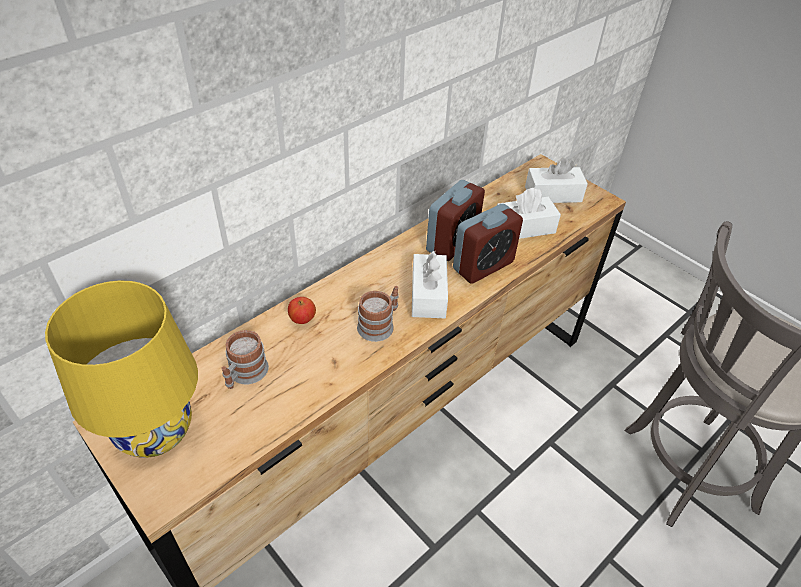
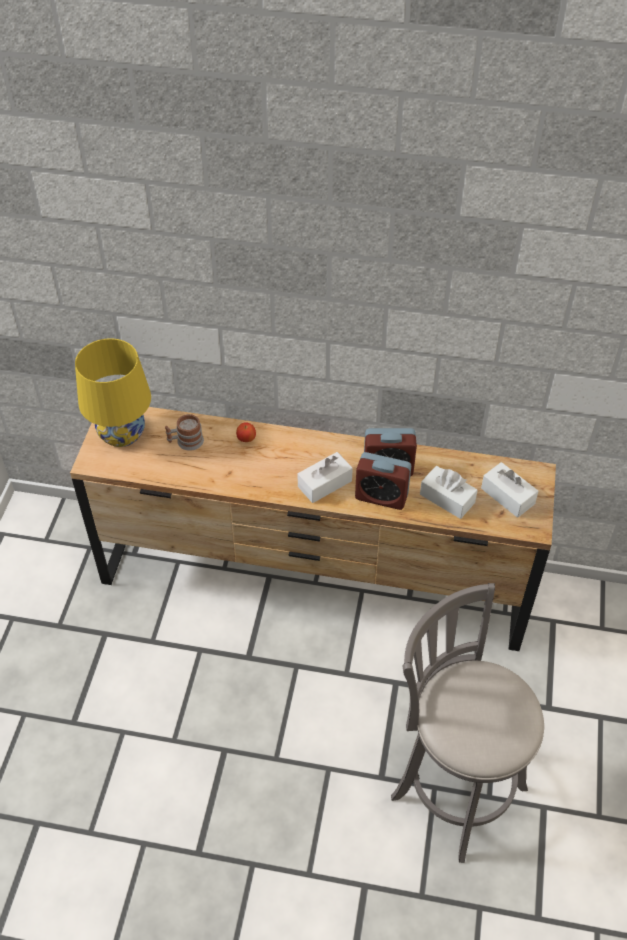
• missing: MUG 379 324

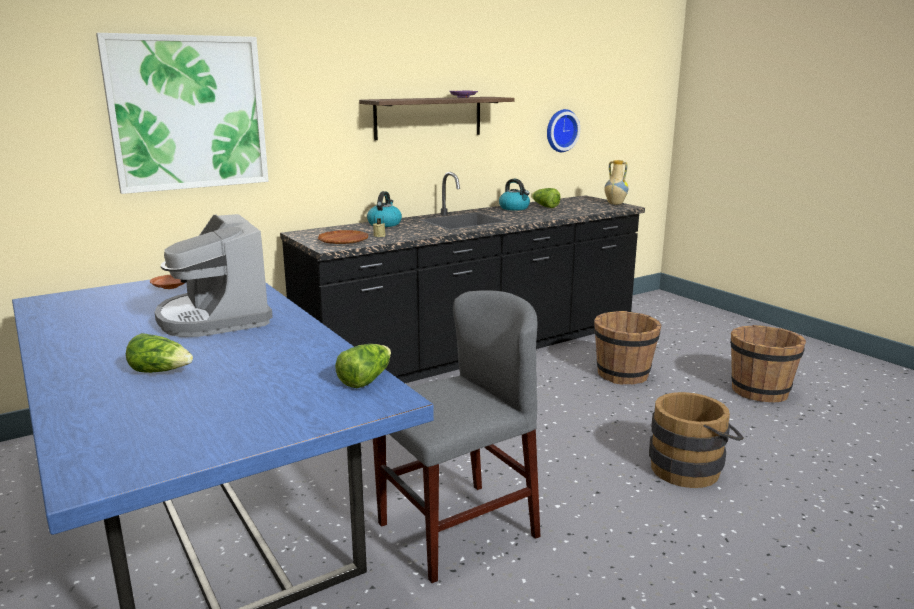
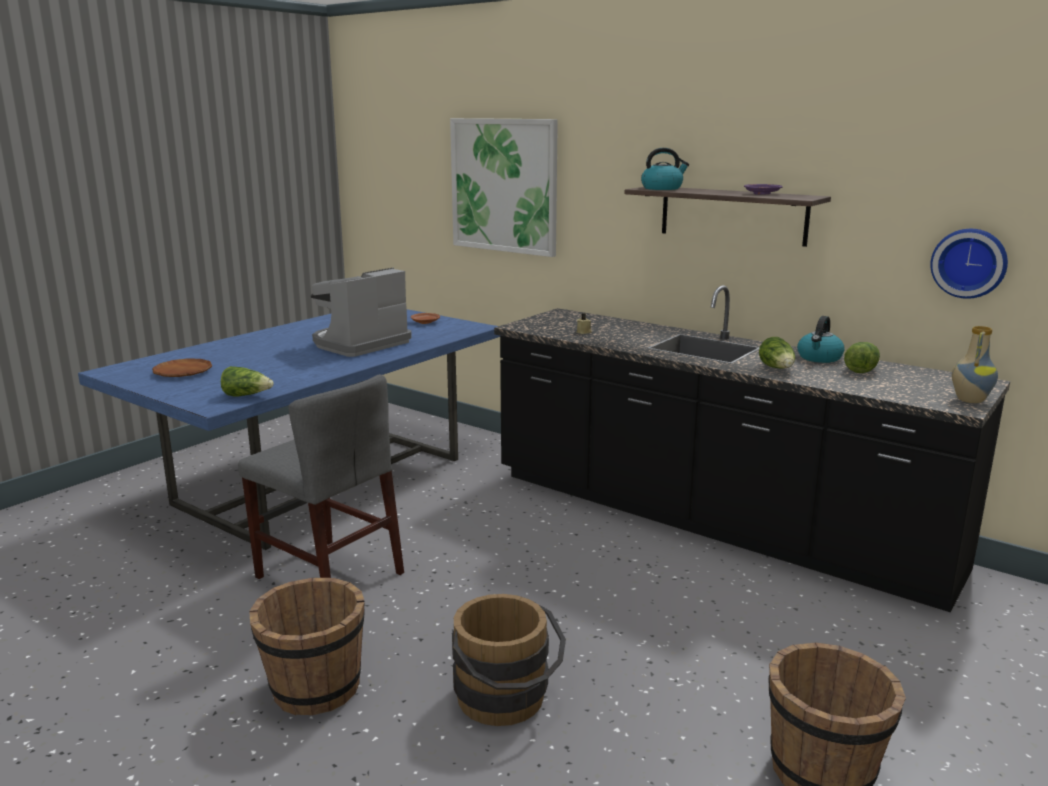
• relocated: LETTUCE 161 371 to 777 369
• relocated: BROWN PLATE 343 241 to 183 372
• relocated: KETTLE 384 224 to 662 188
• relocated: BROWN BUCKET 623 375 to 315 689

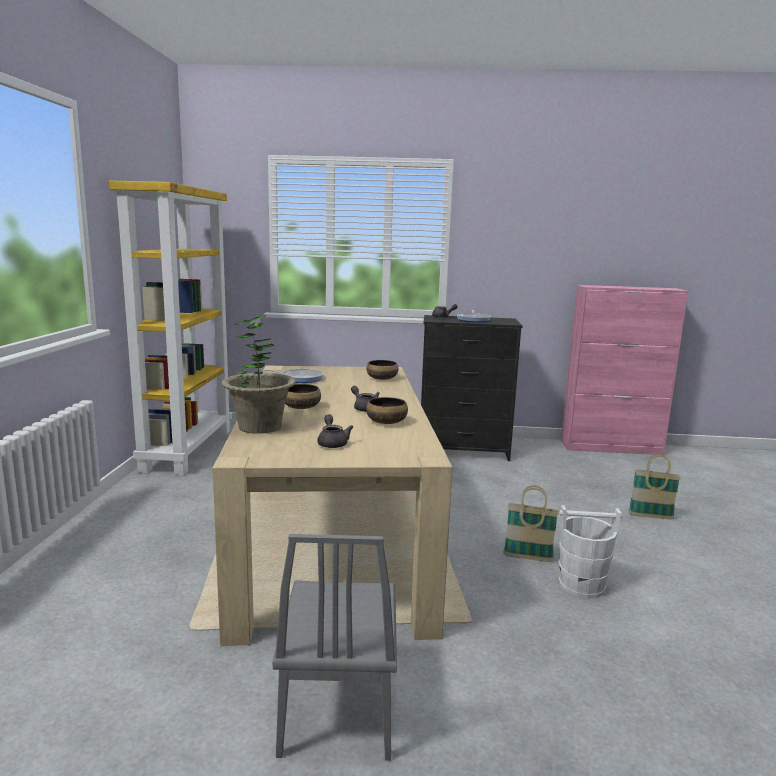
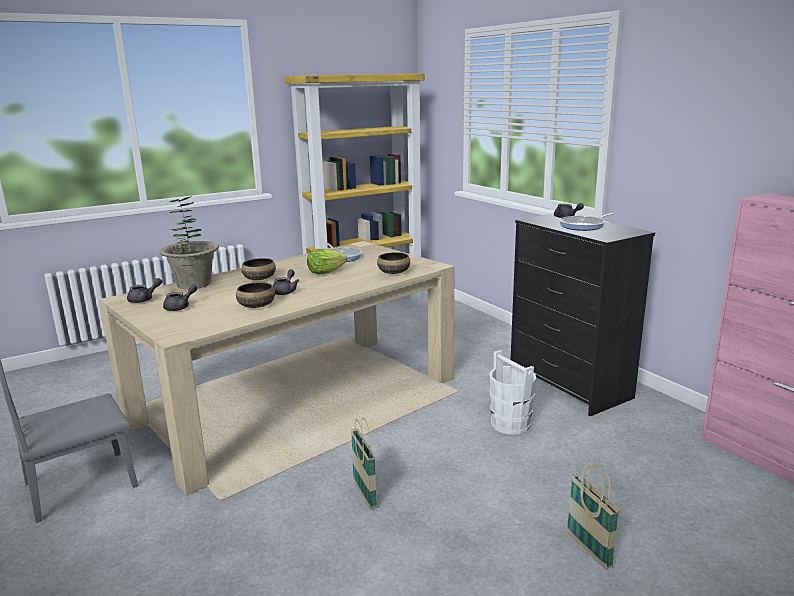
• relocated: WHITE BUCKET 581 585 to 510 424
• appeared: GREY TEAPOT 144 299
• appeared: LETTUCE 325 272

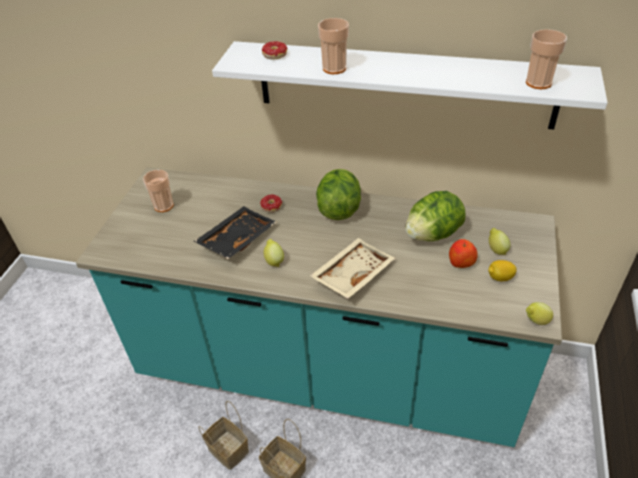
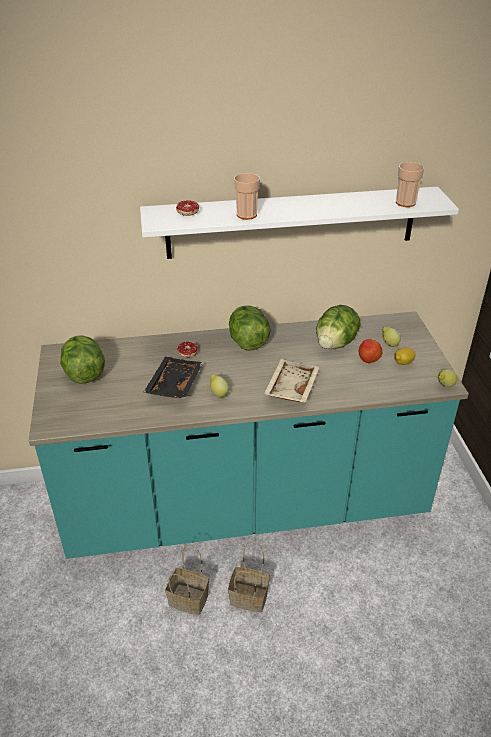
• exchanged: CUP 163 206 to LETTUCE 84 374

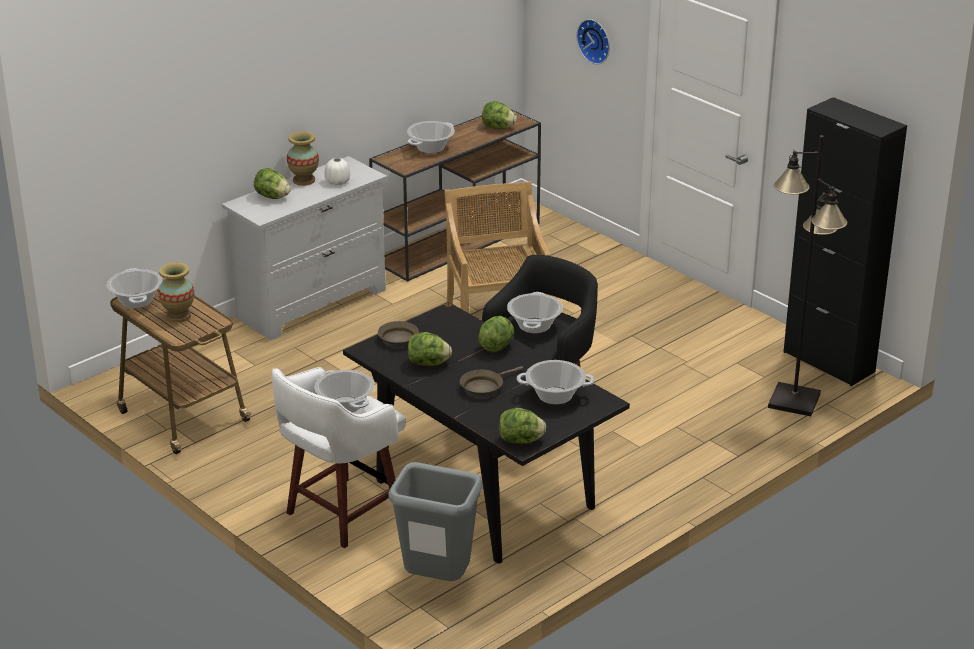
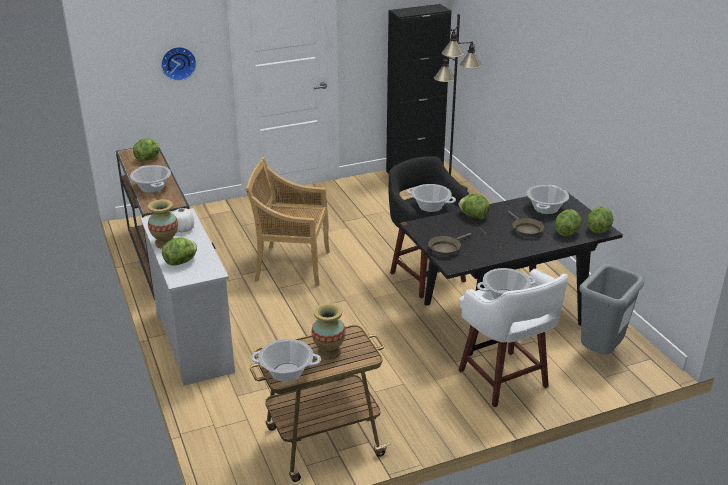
• relocated: LETTUCE 428 363 to 566 232

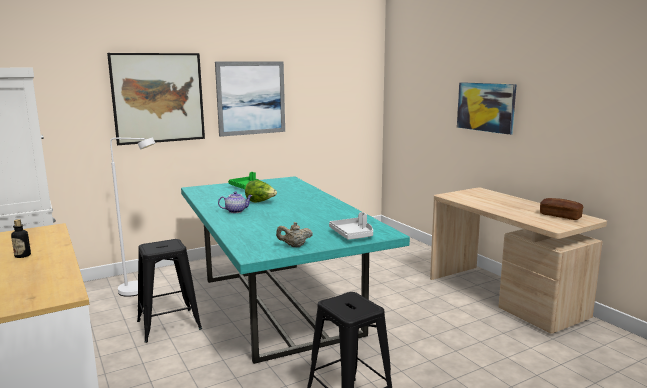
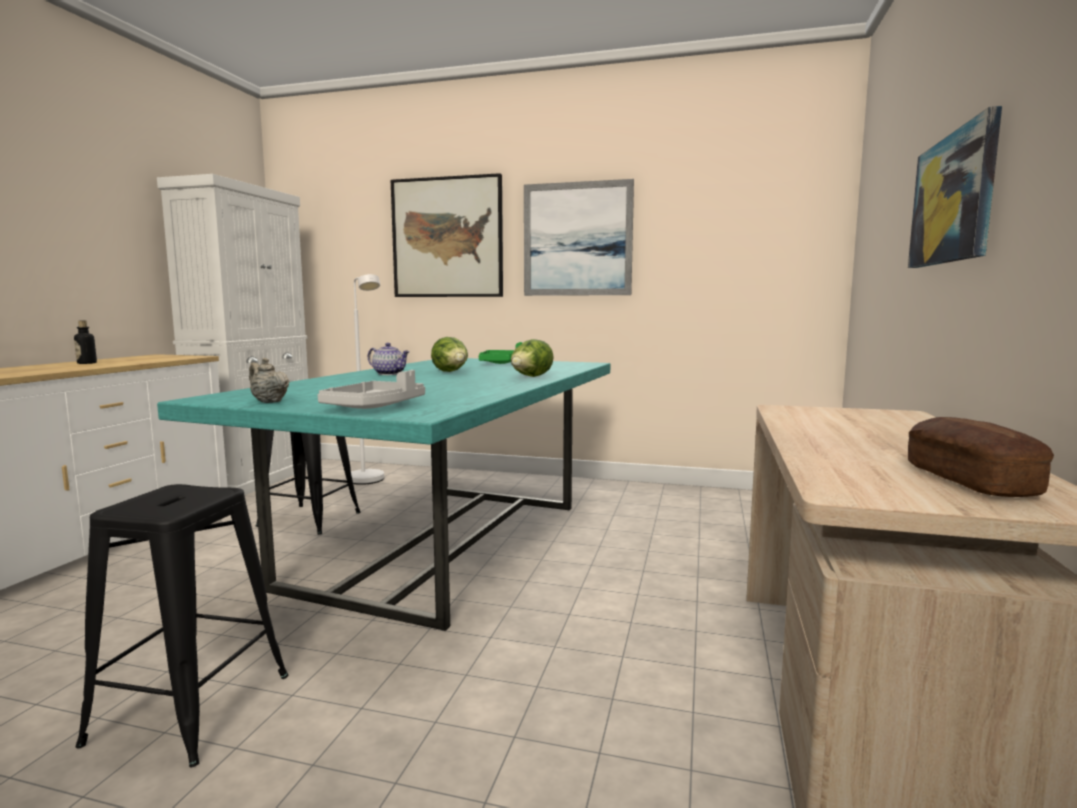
• appeared: LETTUCE 530 377

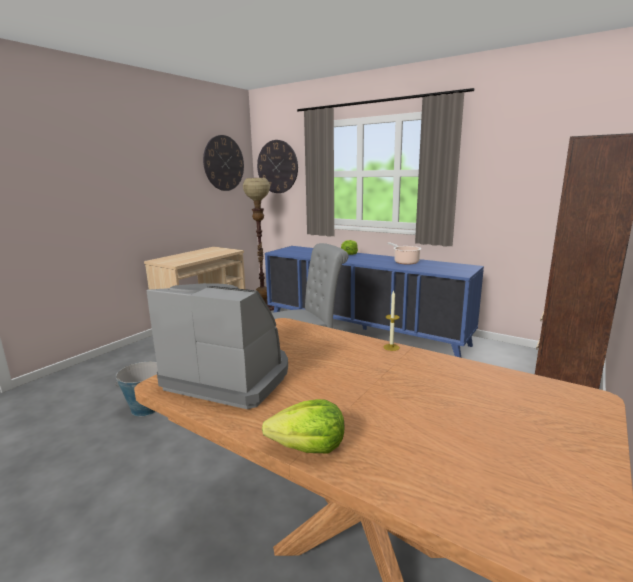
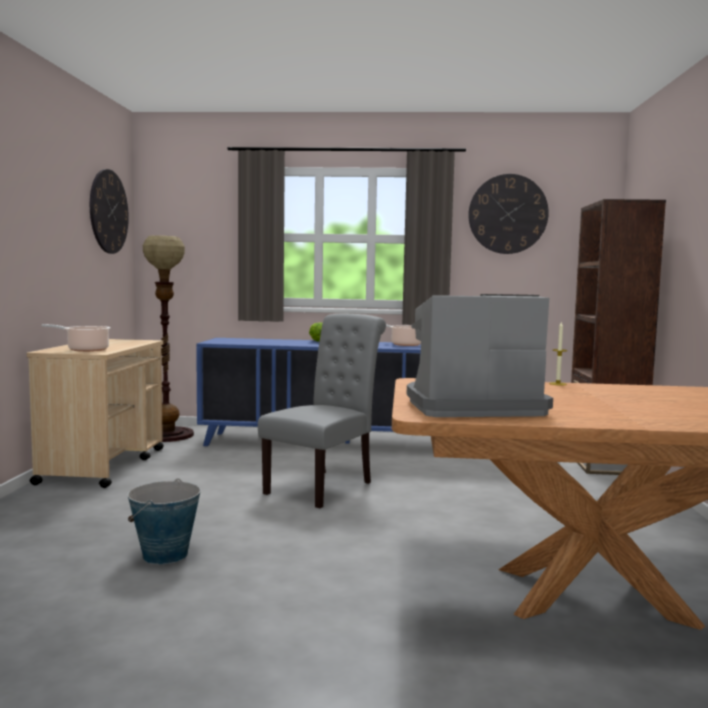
• relocated: WALL CLOCK 277 167 to 508 214
• missing: LETTUCE 308 447
• appeared: COOKING POT 85 350

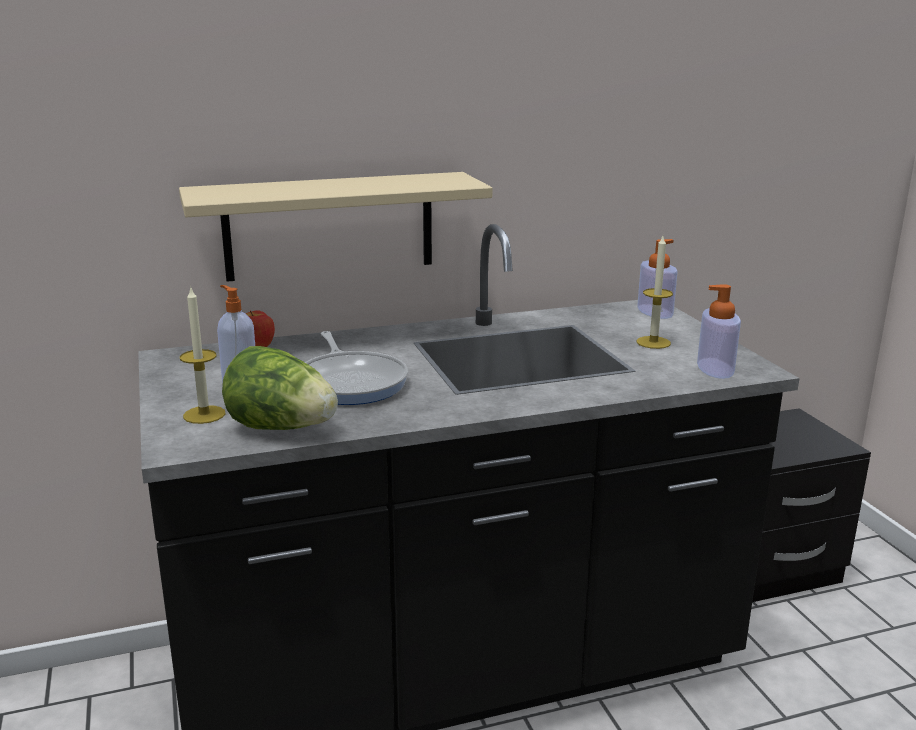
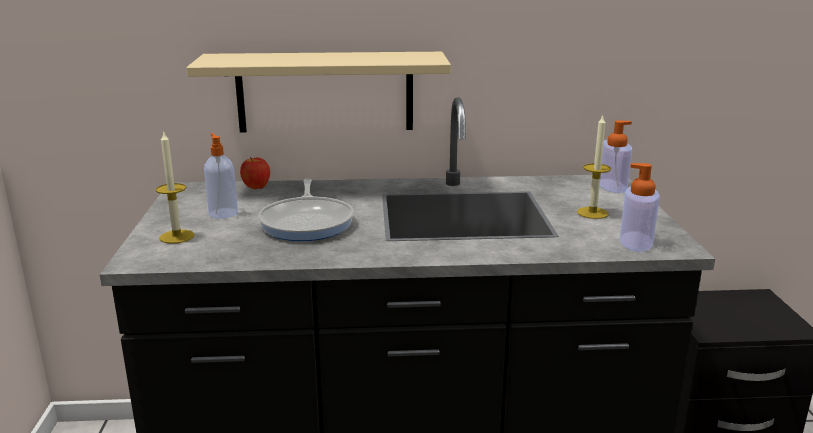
• missing: LETTUCE 282 428

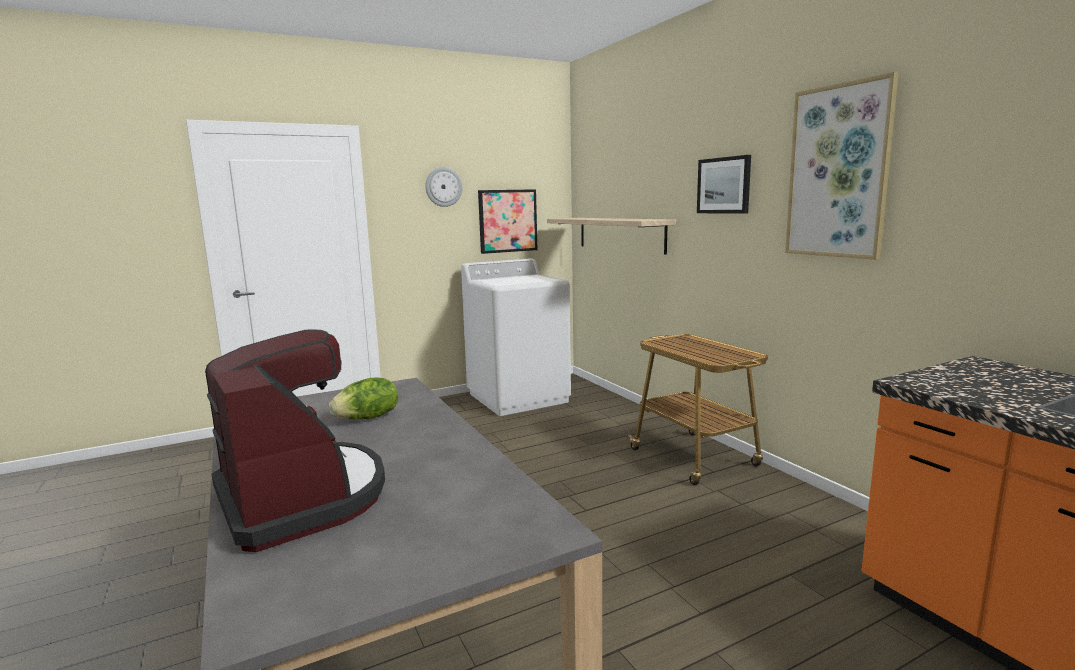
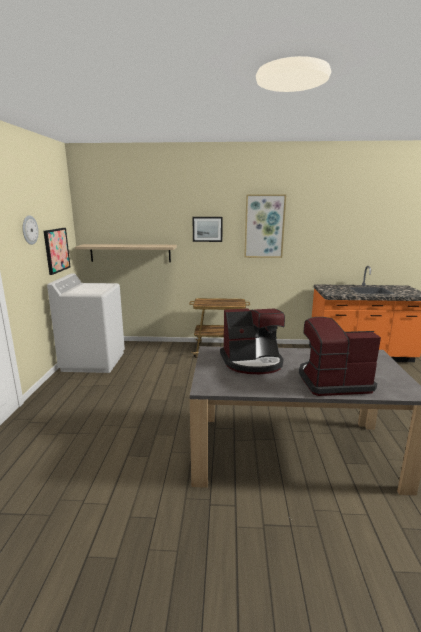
• exchanged: LETTUCE 368 418 to COFFEE MACHINE 252 362

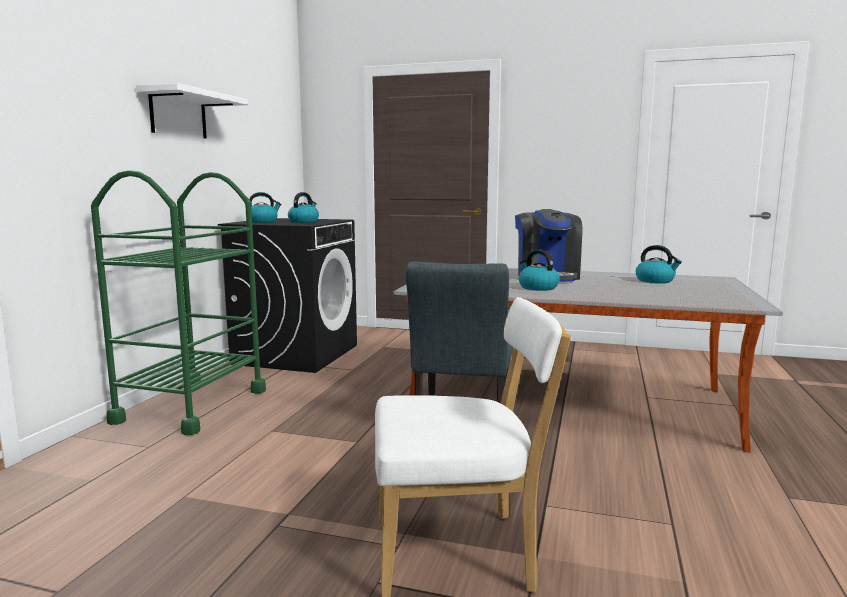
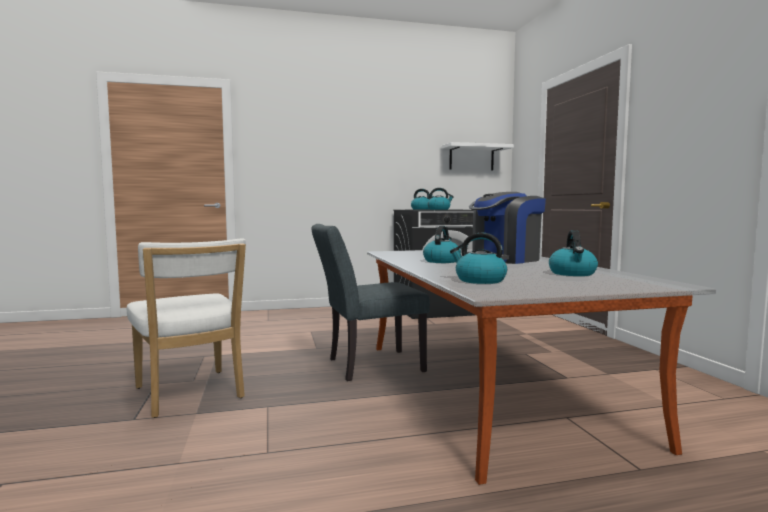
• missing: GREEN CART 192 406
• relocated: WHITE SHELF 178 114 to 471 158
• appeared: KETTLE 479 280

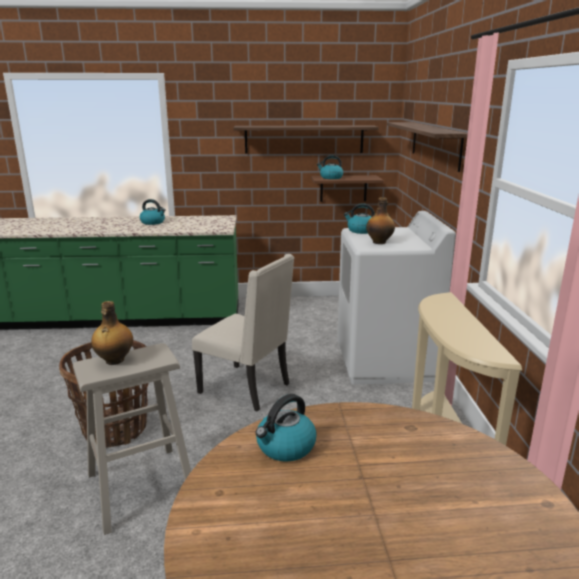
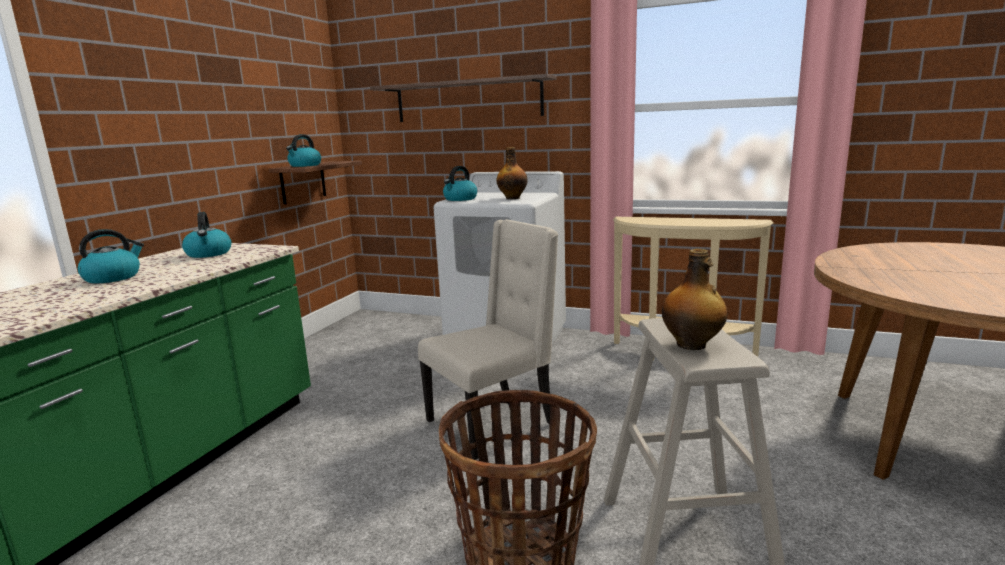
• missing: SHELF 304 139
• relocated: KETTLE 285 447 to 209 254

